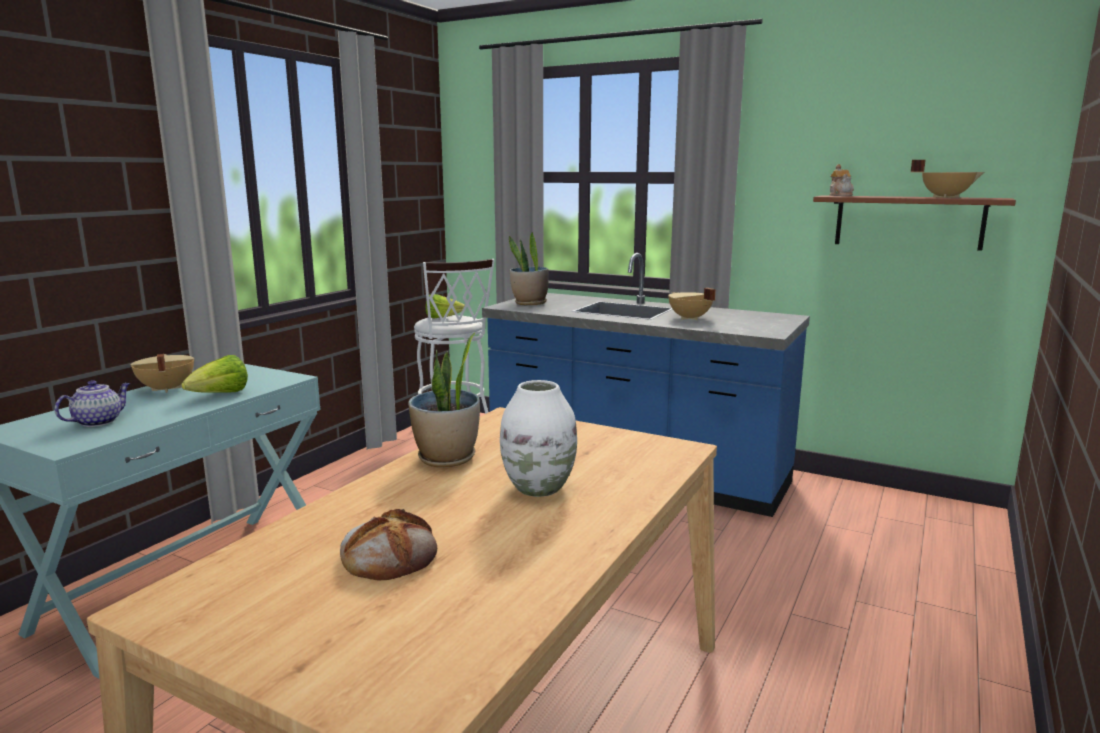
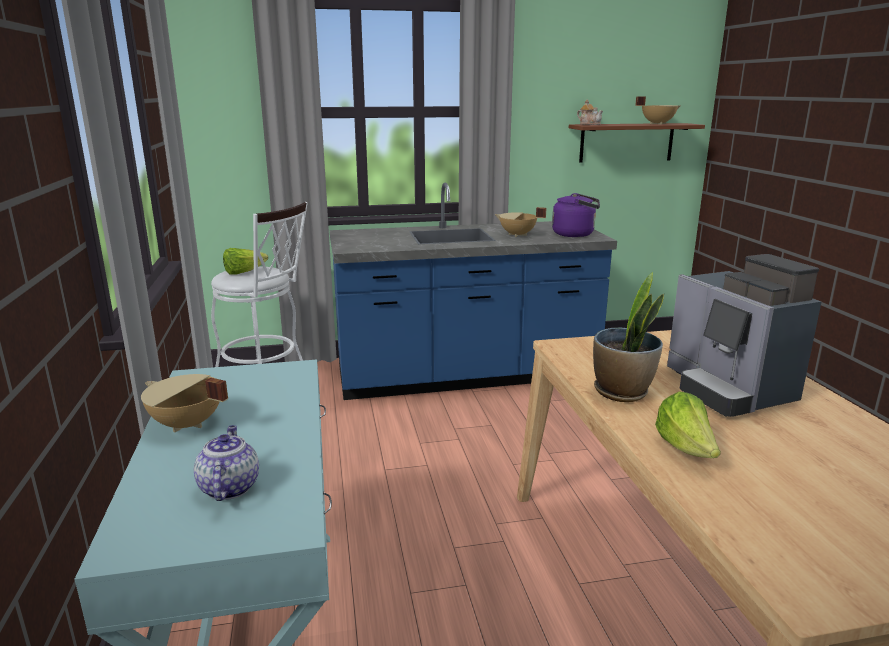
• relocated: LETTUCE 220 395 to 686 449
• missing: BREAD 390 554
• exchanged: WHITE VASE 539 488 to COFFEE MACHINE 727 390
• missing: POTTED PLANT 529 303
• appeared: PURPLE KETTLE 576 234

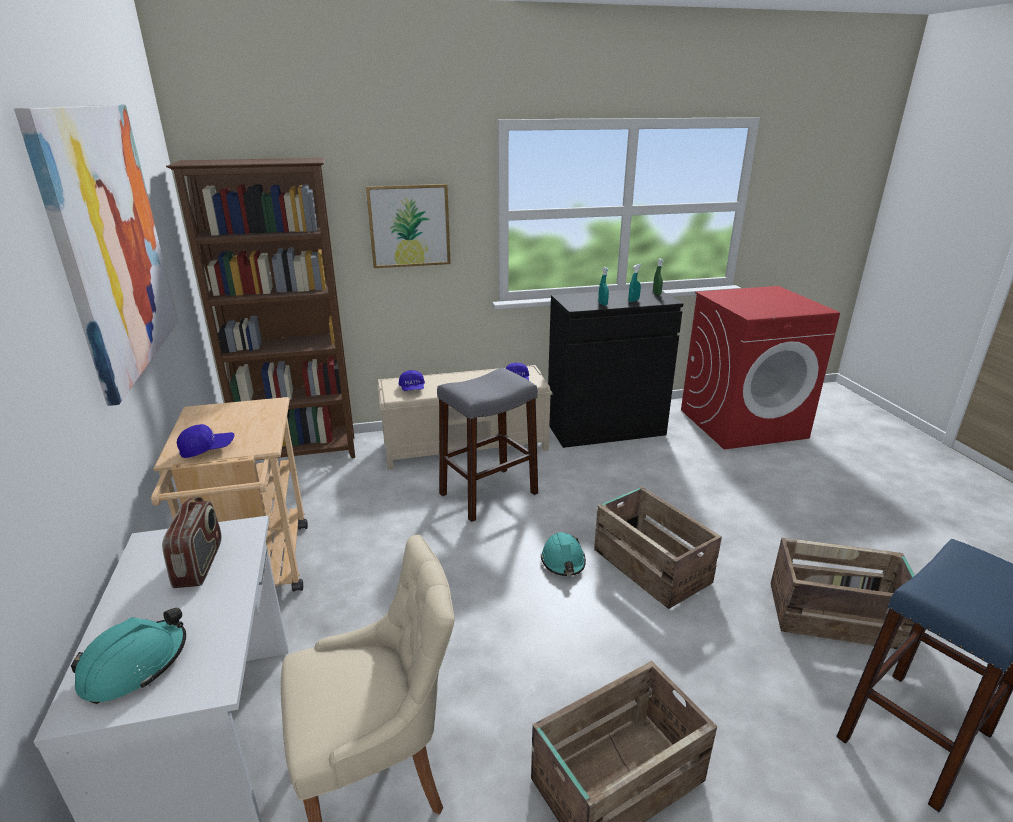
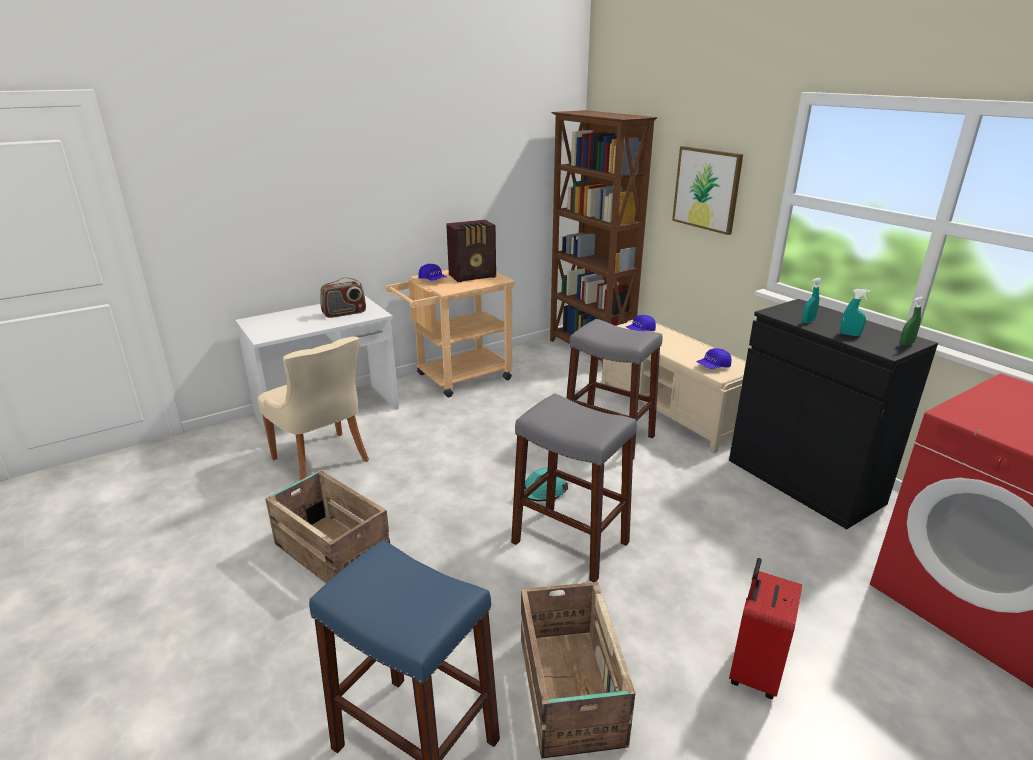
• missing: PICTURE 111 243
• missing: TURQUOISE HARD HAT 134 665
• exchanged: CRATE 650 565 to GREY STOOL 570 542
• appeared: RADIO 473 276
• appeared: RED SUITCASE 753 671

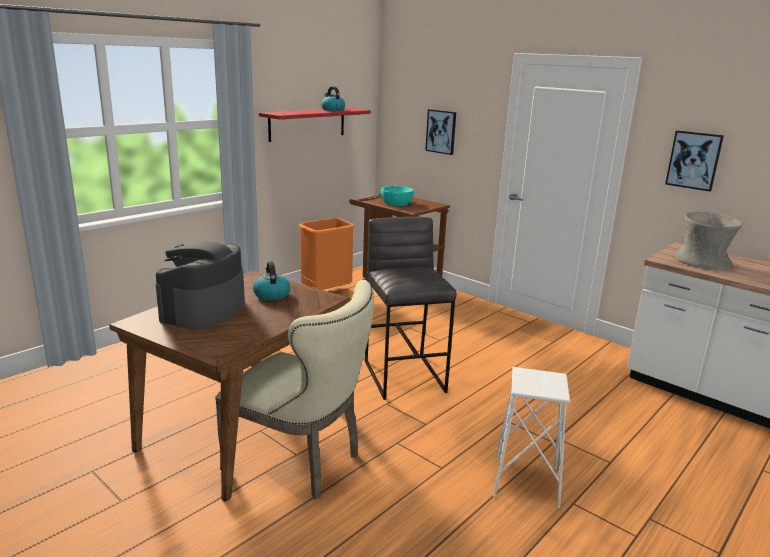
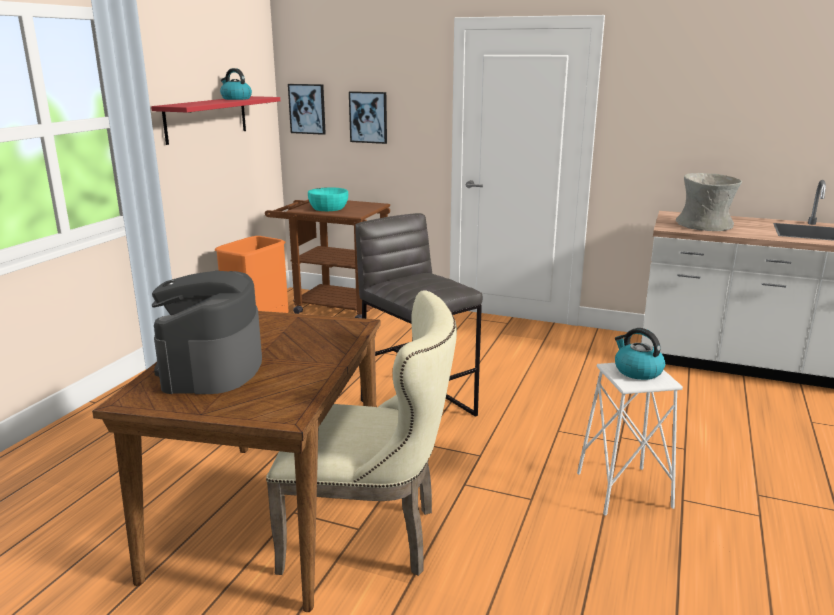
• relocated: KETTLE 271 294 to 637 371
• relocated: PICTURE 694 160 to 307 109

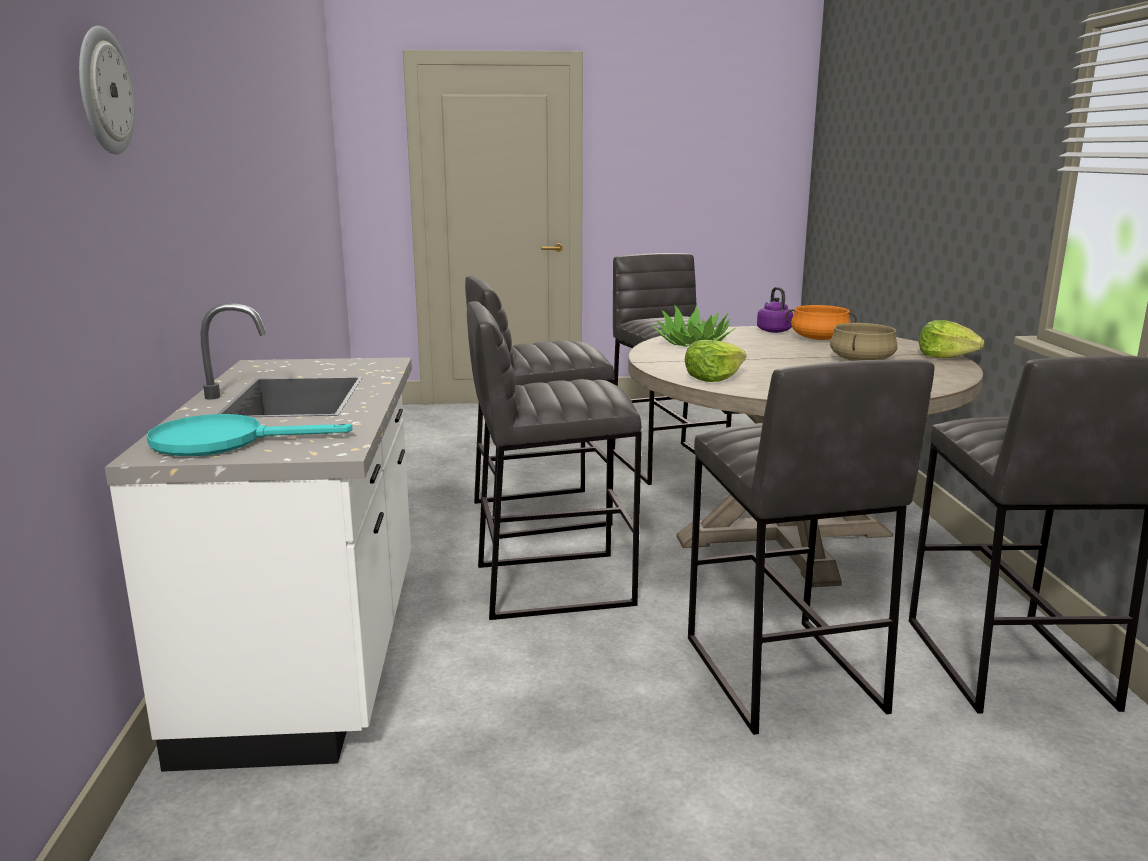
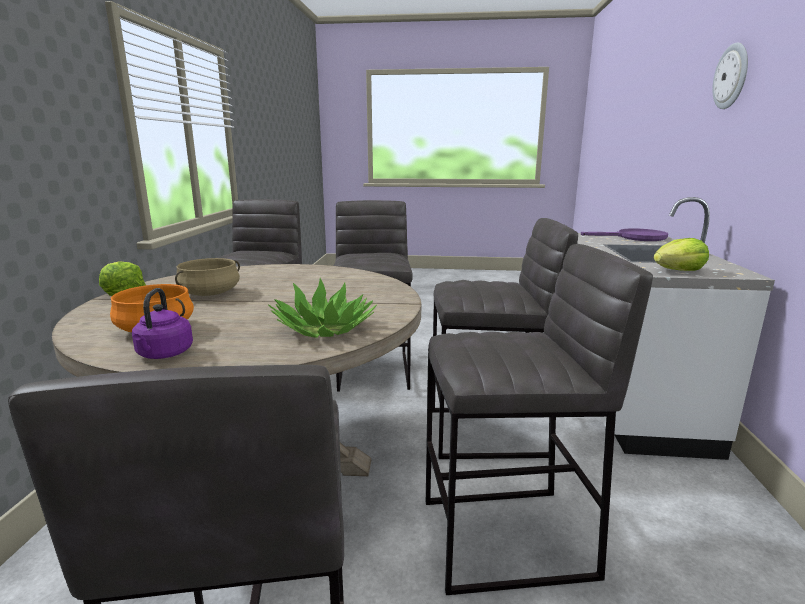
• colour: TURQUOISE FRYING PAN 224 441 to PURPLE FRYING PAN 635 238
• relocated: LETTUCE 712 378 to 678 271

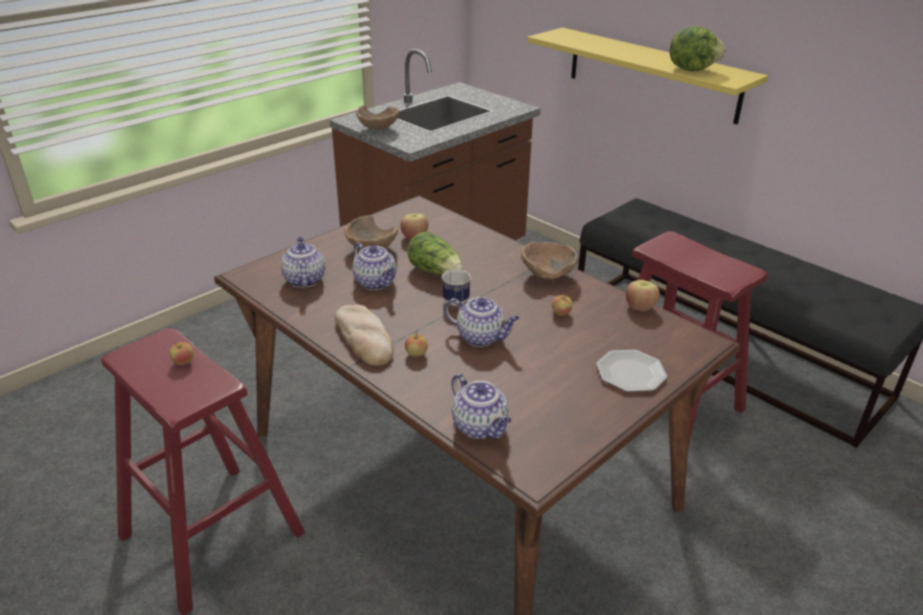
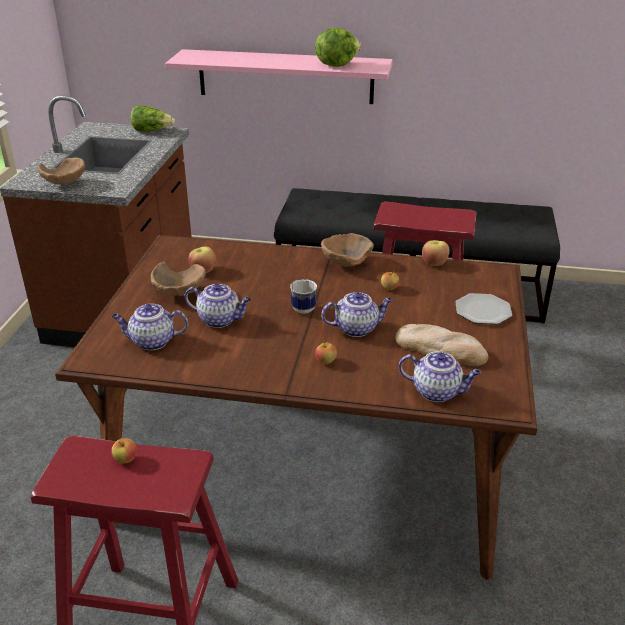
• spun: TEAPOT 304 280 = 152 342 45 degrees counterclockwise
• relocated: BREAD 365 338 to 440 349
• relocated: LETTUCE 436 271 to 152 131
• colour: YELLOW SHELF 652 74 to PINK SHELF 285 76

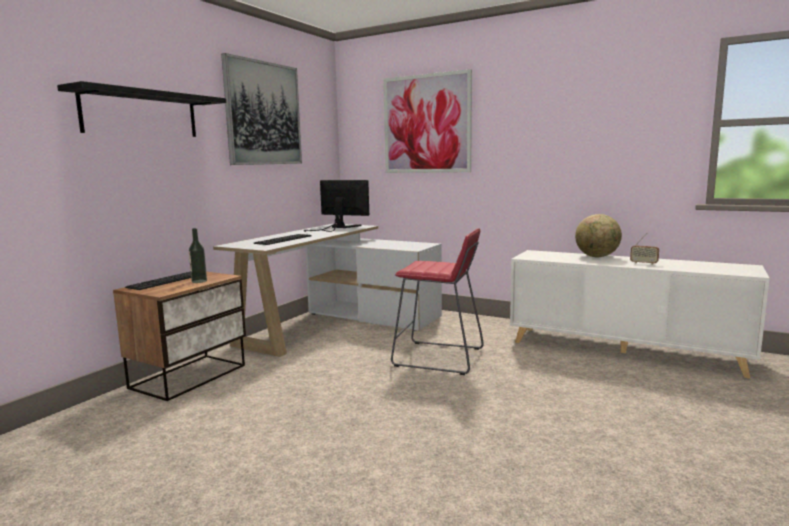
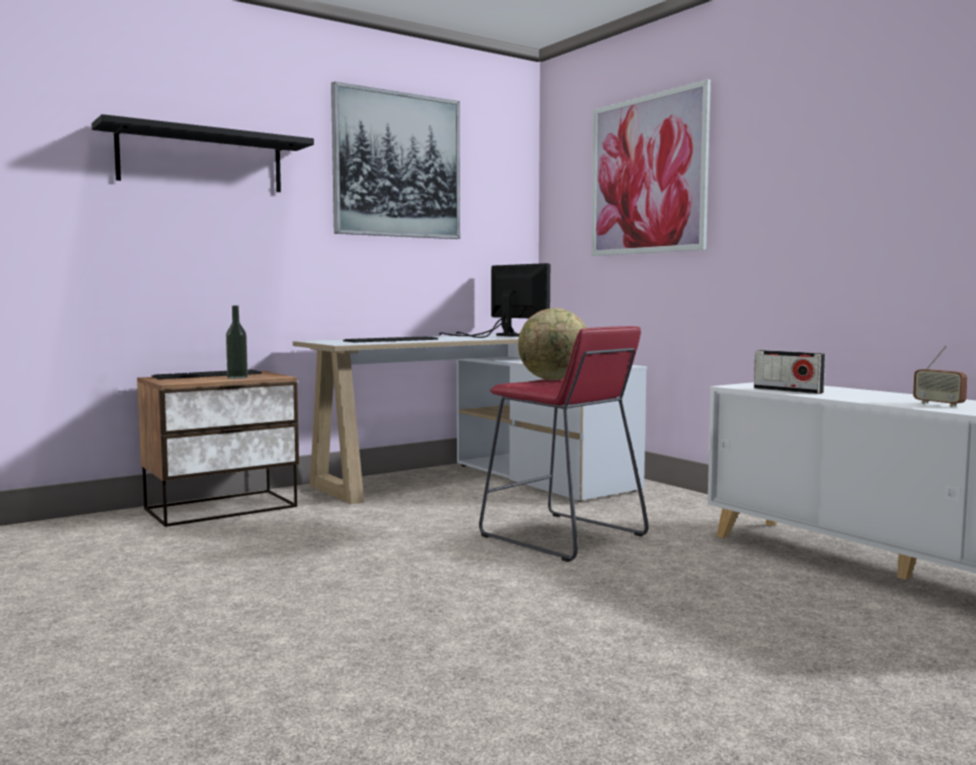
• relocated: GLOBE 597 257 to 554 380
• appeared: RADIO 787 390

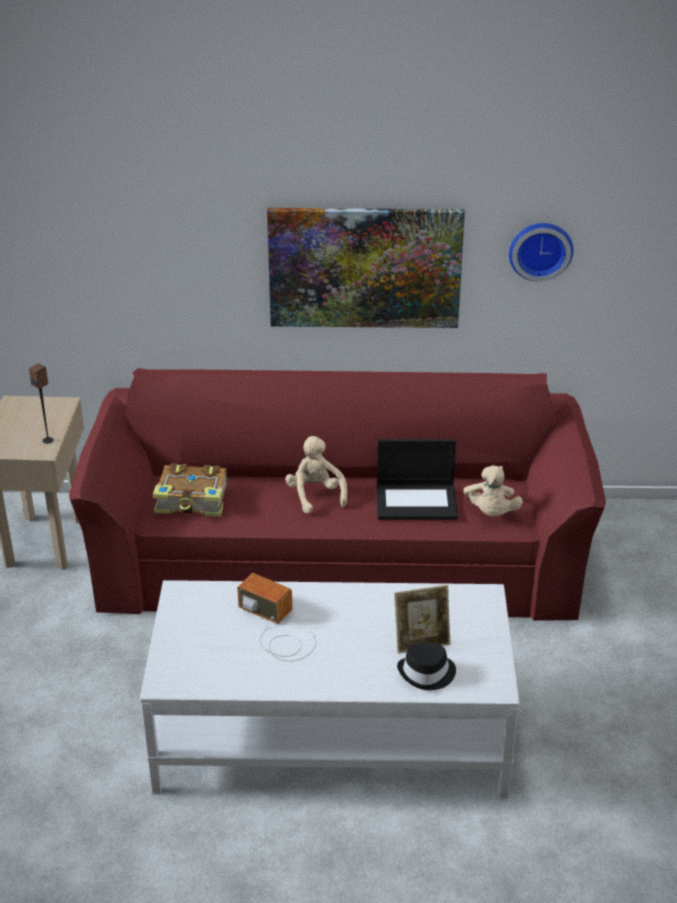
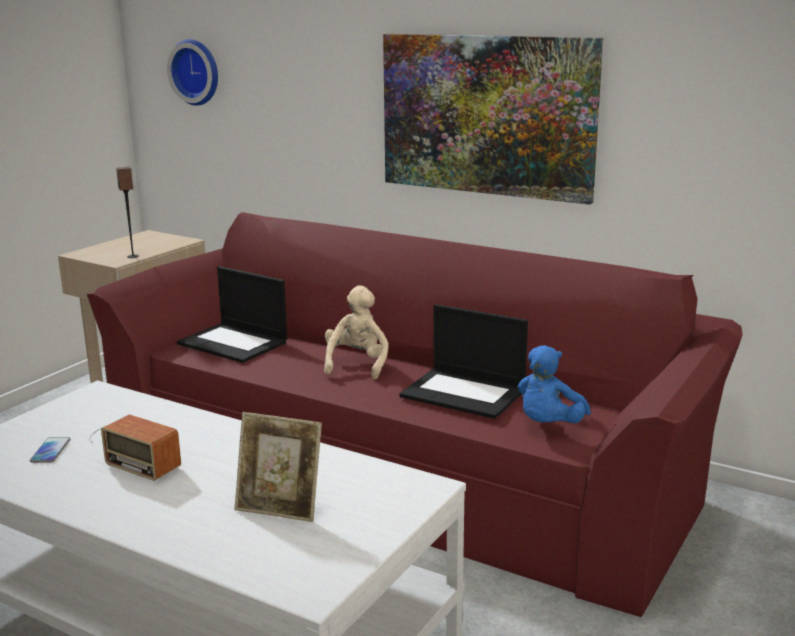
• exchanged: BOOK 193 500 to LAPTOP 234 343
• spun: RADIO 276 629 = 136 447 150 degrees clockwise
• missing: BLACK HAT 427 673
• colour: BEIGE PLUSH TOY 491 513 to BLUE PLUSH TOY 548 425
• relocated: WALL CLOCK 540 249 to 197 72
• appeared: PHONE 50 451

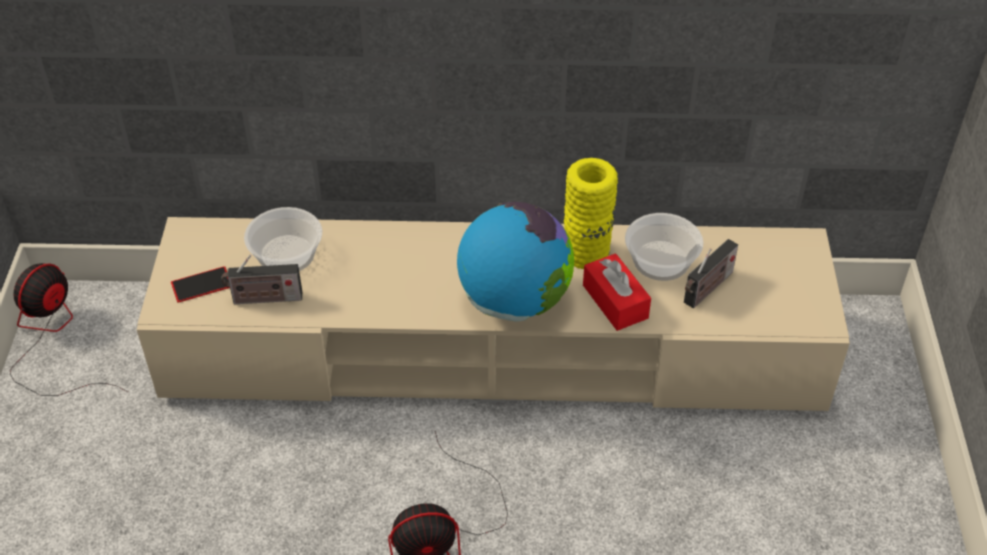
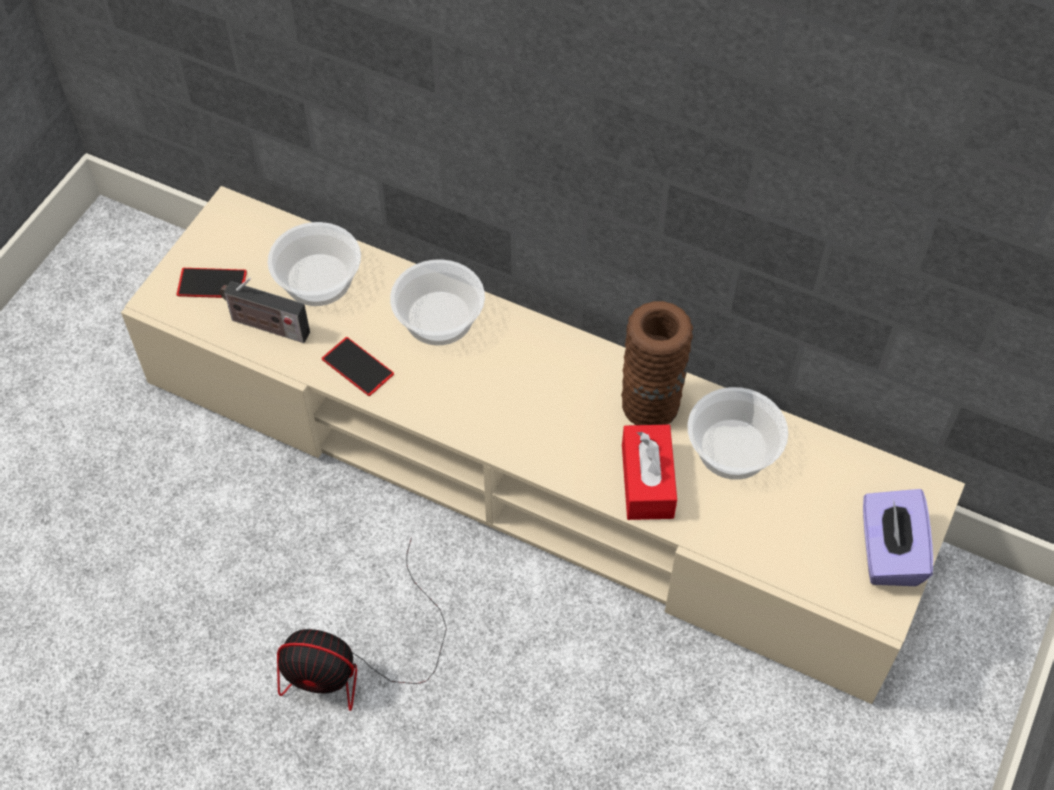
• missing: FAN 53 339
• missing: GLOBE 514 301
• colour: YELLOW VASE 586 253 to BROWN VASE 650 405
• missing: RADIO 707 289
• appeared: PHONE 357 366
• appeared: BOWL 438 318
• appeared: PURPLE TISSUE BOX 888 553

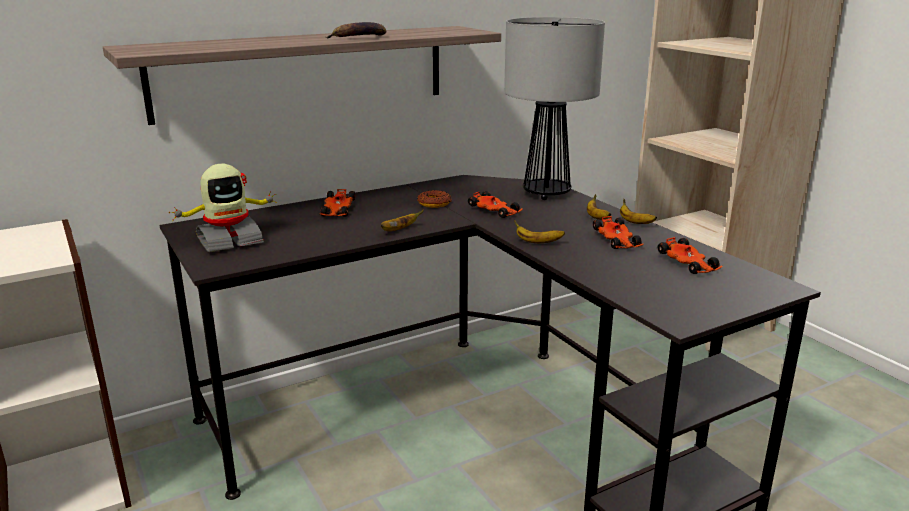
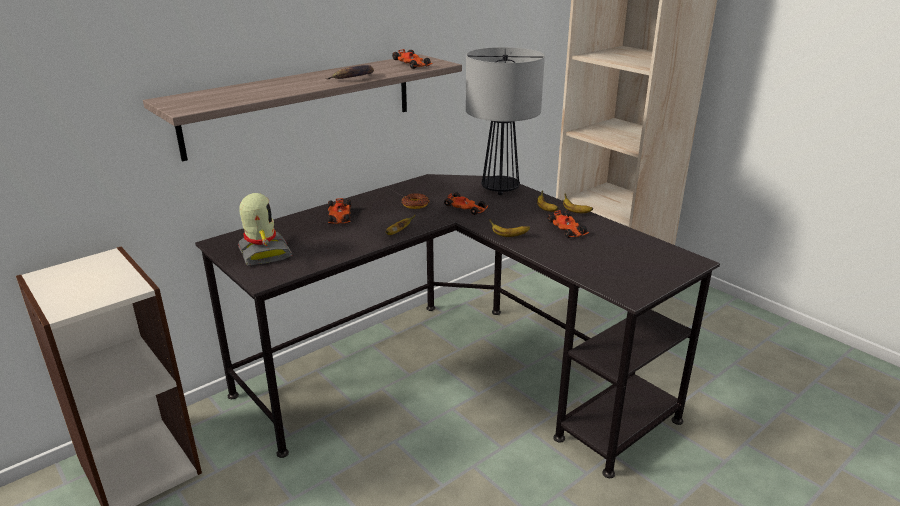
• spun: TOY ROBOT 229 240 = 263 253 75 degrees counterclockwise
• relocated: TOY CAR 688 264 to 412 65

